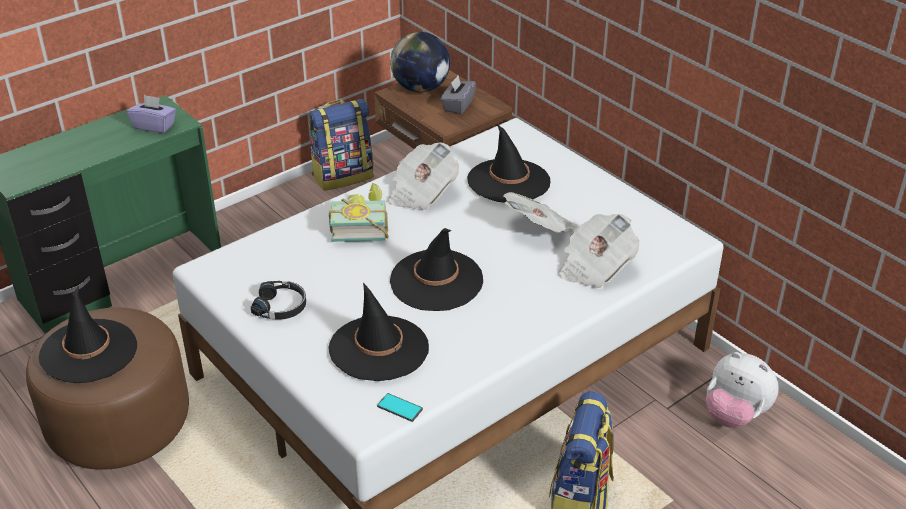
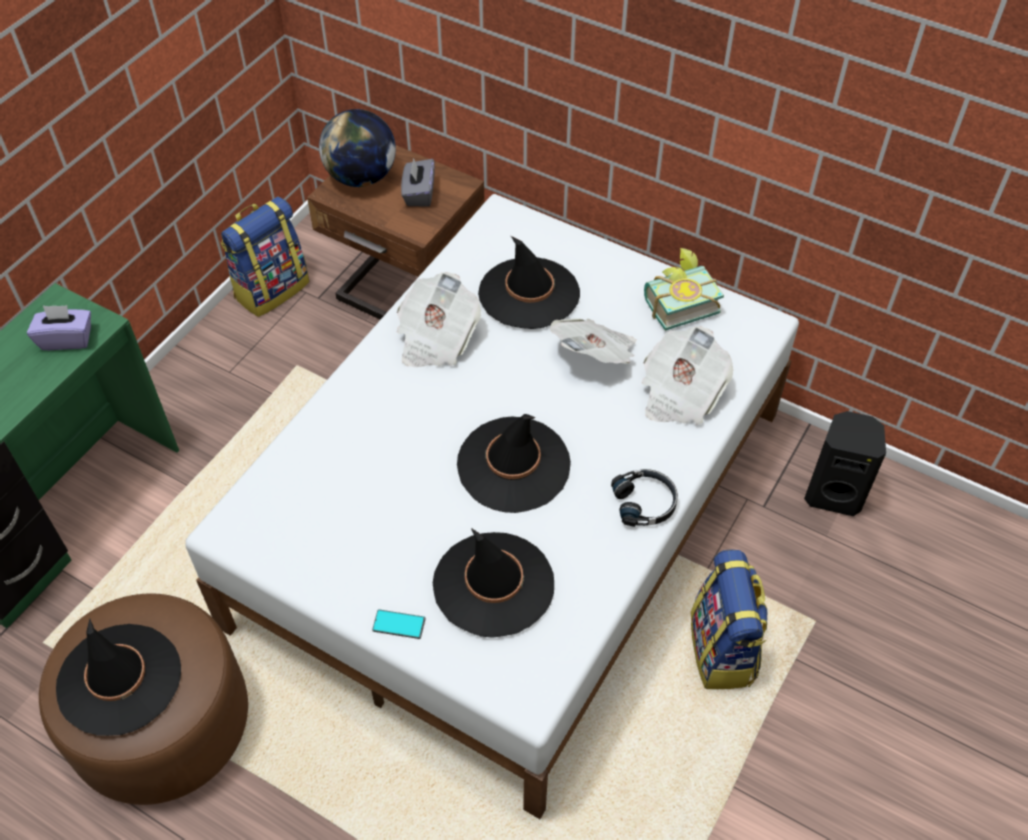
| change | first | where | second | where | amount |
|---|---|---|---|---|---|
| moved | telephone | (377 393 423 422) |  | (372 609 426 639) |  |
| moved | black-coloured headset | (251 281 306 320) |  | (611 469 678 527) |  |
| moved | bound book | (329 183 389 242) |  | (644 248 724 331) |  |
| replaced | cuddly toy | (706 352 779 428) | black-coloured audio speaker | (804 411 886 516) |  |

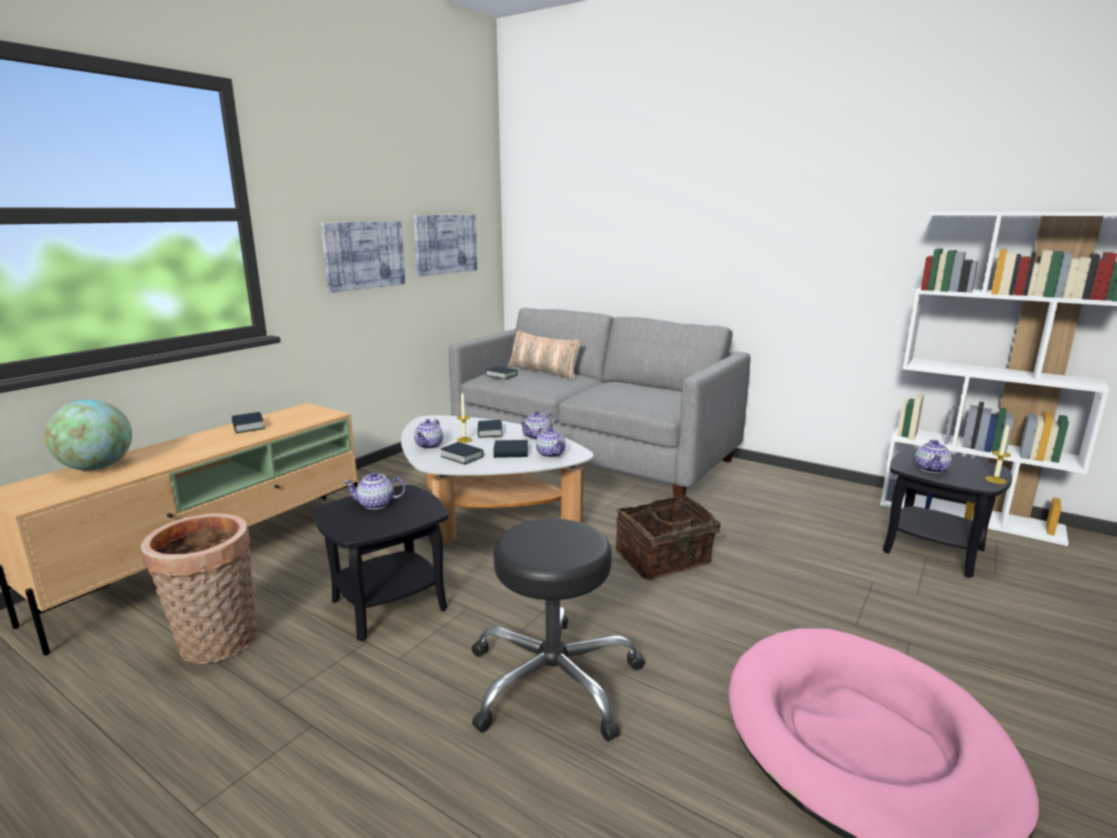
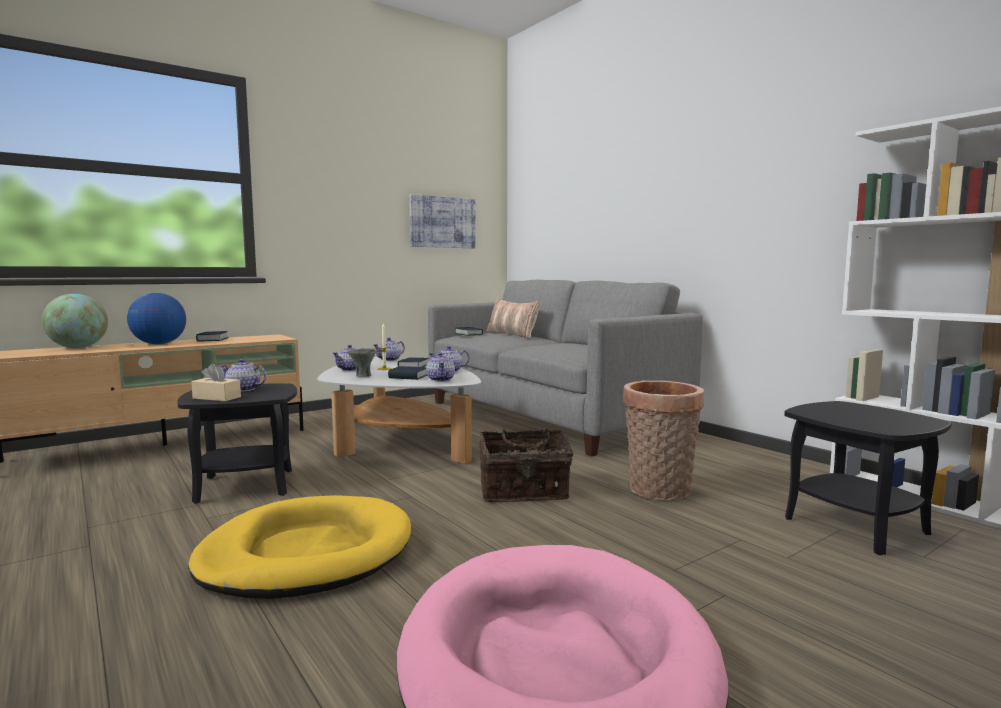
| change | first | where | second | where | amount |
|---|---|---|---|---|---|
| added |  |  | globe | (127 293 186 345) |  |
| replaced | black-coloured stool seat | (472 519 645 741) | yellow dog bed | (188 495 411 599) |  |
| added |  |  | beige-coloured tissue holder | (191 363 241 401) |  |
| replaced | bound book | (441 442 484 465) | greyish bowl | (348 348 376 377) |  |
| moved | teapot | (915 440 952 473) |  | (373 338 405 361) |  |
| moved | storage basket | (141 513 257 664) |  | (623 380 704 500) |  |
| removed | wall picture | (321 221 406 293) |  |  |  |
| removed | wax candle | (985 424 1011 484) |  |  |  |

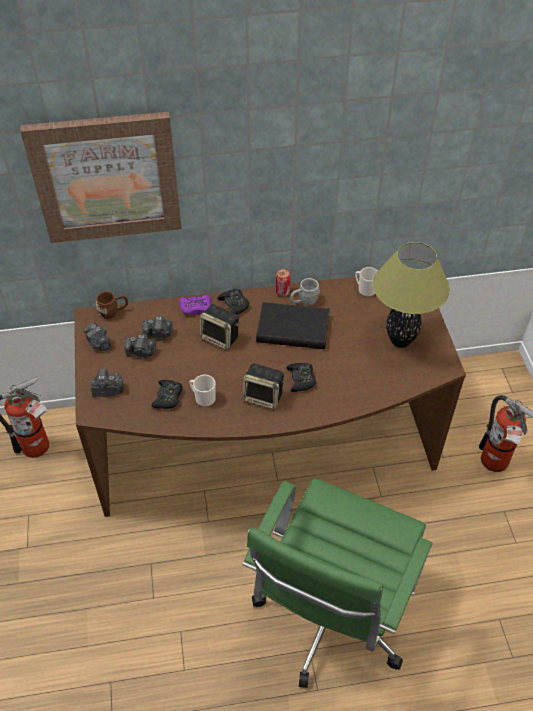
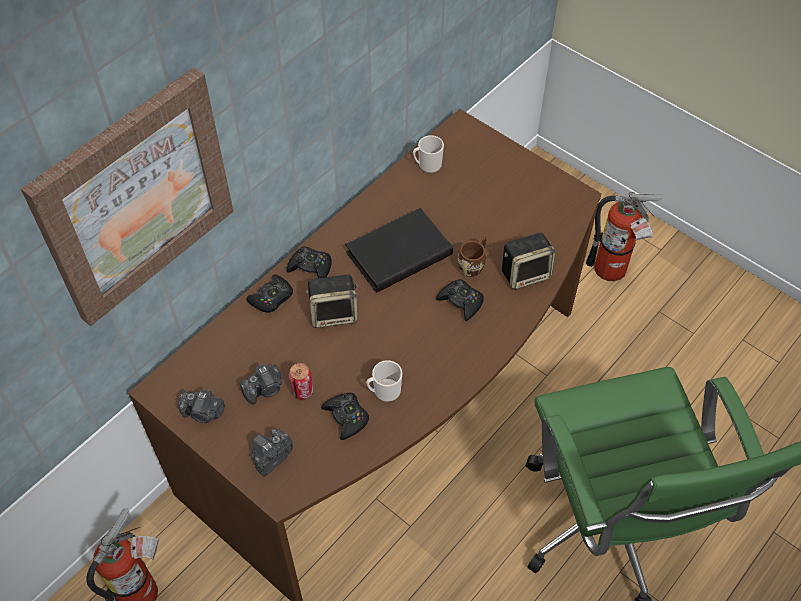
| change | first | where | second | where | amount |
|---|---|---|---|---|---|
| recoloured | purplish joypad | (179 295 211 315) | black-coloured joypad | (246 274 293 313) |  |
| moved | sealed can | (276 269 291 296) |  | (289 363 313 400) |  |
| moved | brown-coloured tea mug | (96 291 128 319) |  | (458 236 487 277) |  |
| moved | audio speaker | (242 364 285 409) |  | (502 233 555 289) |  |
| removed | photo camera | (142 316 173 340) |  |  |  |
| removed | greyish tea mug | (290 278 320 306) |  |  |  |
| removed | tabletop lamp | (373 242 450 348) |  |  |  |

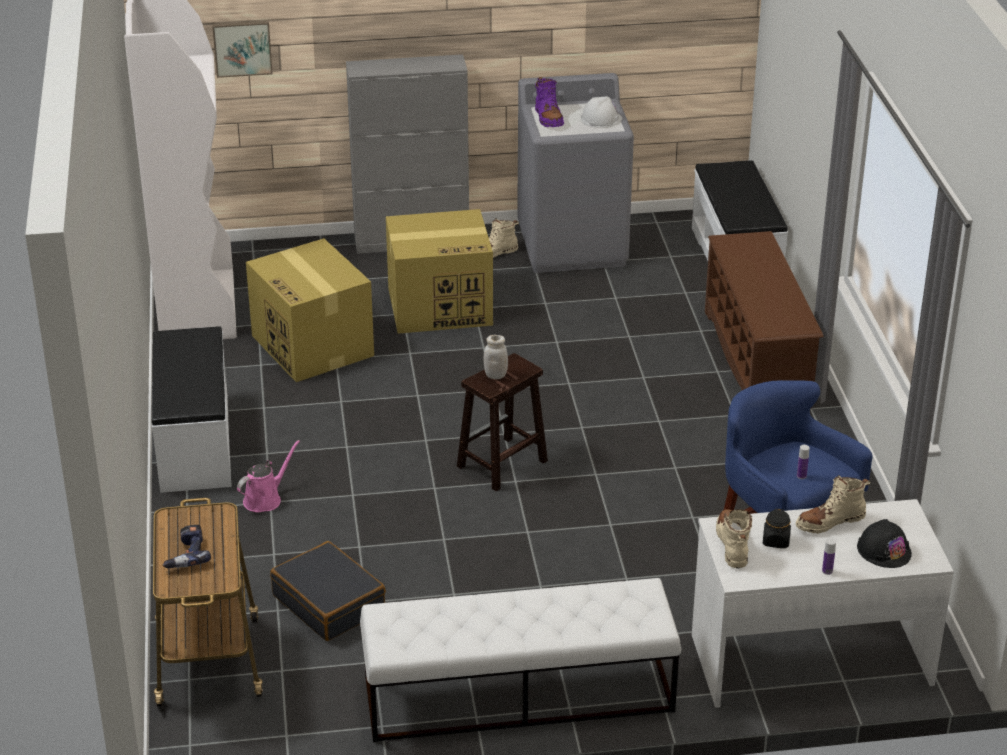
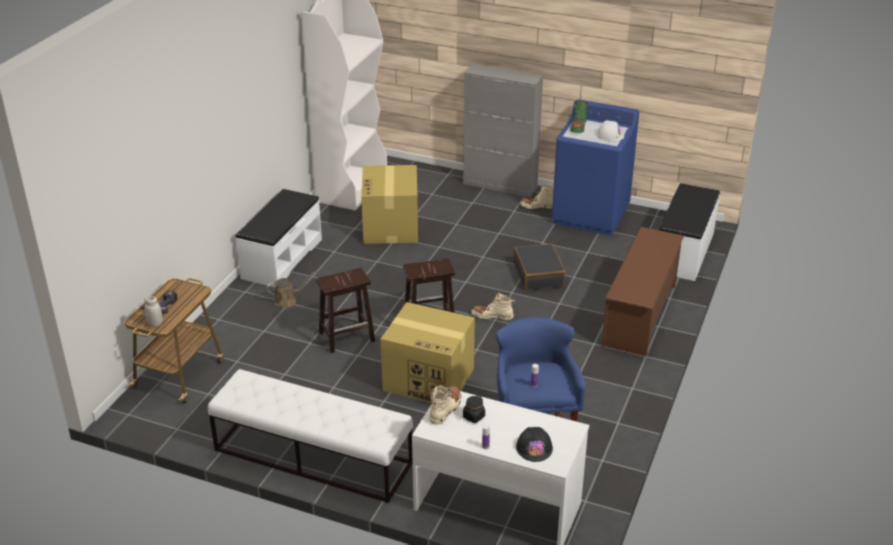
| change | first | where | second | where | amount |
|---|---|---|---|---|---|
| moved | white preserve jar | (484 335 508 379) |  | (144 296 162 327) |  |
| recoloured | pink-coloured watering can | (237 440 300 513) | brown-coloured watering can | (266 272 315 308) |  |
| added |  |  | brown-coloured stool seat | (316 267 375 353) |  |
| moved | carton | (386 209 493 334) |  | (380 302 475 403) |  |
| moved | beige-coloured boot | (796 475 871 534) |  | (471 292 515 320) |  |
| moved | black-coloured travel case | (270 541 386 641) |  | (514 244 566 290) |  |
| recoloured | greyish laundry appliance | (517 73 634 273) | blue-coloured laundry appliance | (552 99 639 236) |  |
| recoloured | purplish boot | (535 77 564 127) | green boot | (570 100 588 133) |  |
| removed | wall picture | (212 21 273 78) |  |  |  |

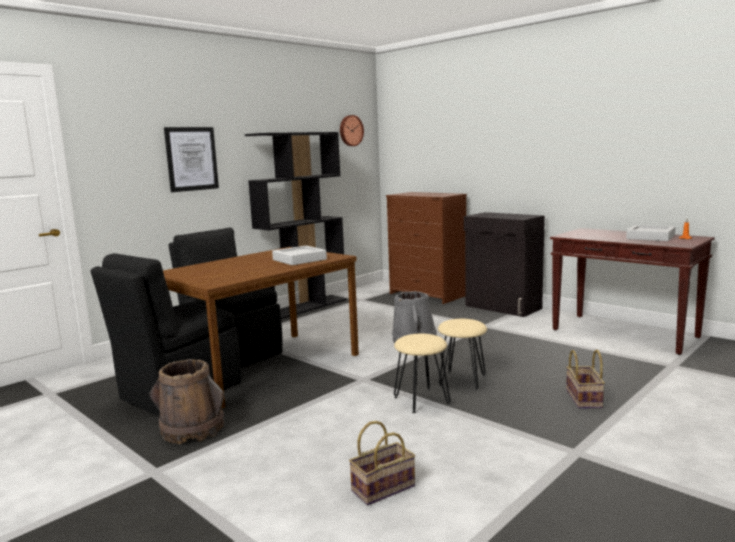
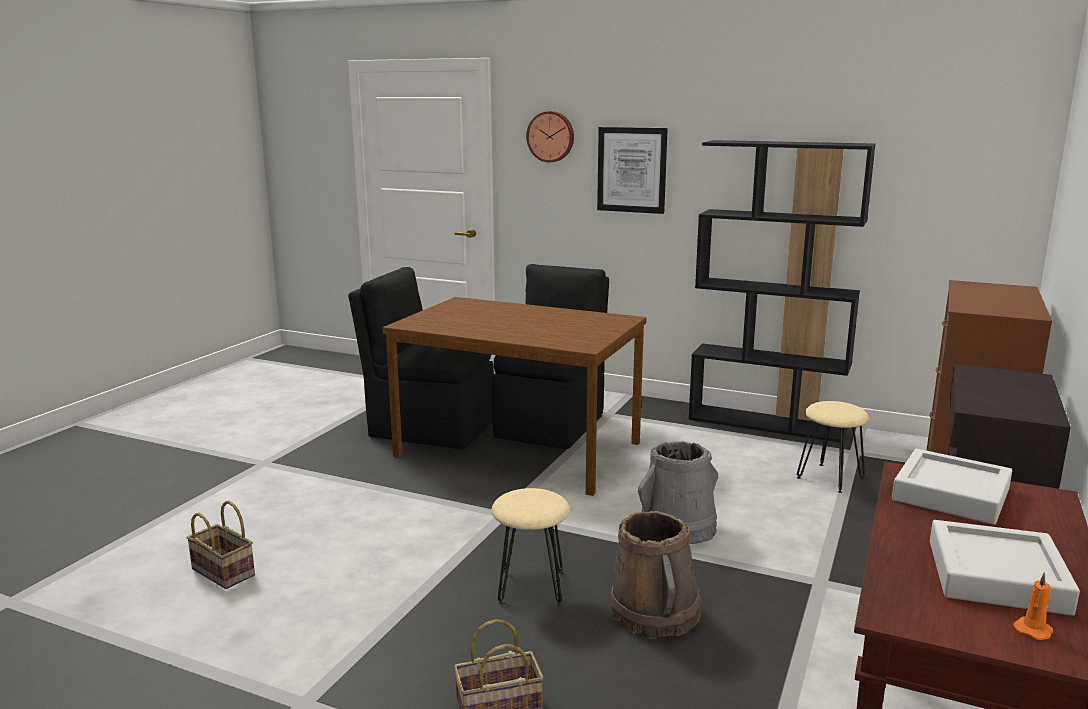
| change | first | where | second | where | amount |
|---|---|---|---|---|---|
| moved | hanging clock | (340 115 364 146) |  | (526 111 574 162) |  |
| moved | brown-coloured bucket | (149 359 224 444) |  | (610 511 702 639) |  |
| moved | beige-coloured stool seat | (394 334 451 413) |  | (797 401 869 493) |  |
| moved | greyish serving tray | (272 246 327 265) |  | (892 449 1012 525) |  |

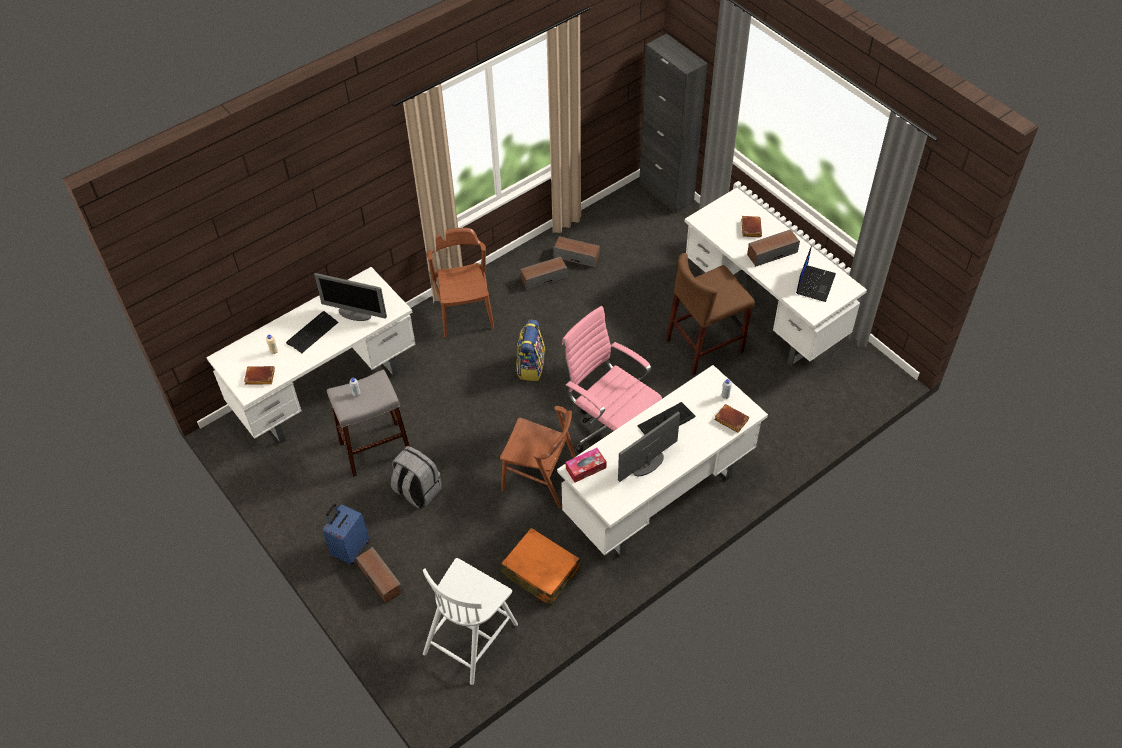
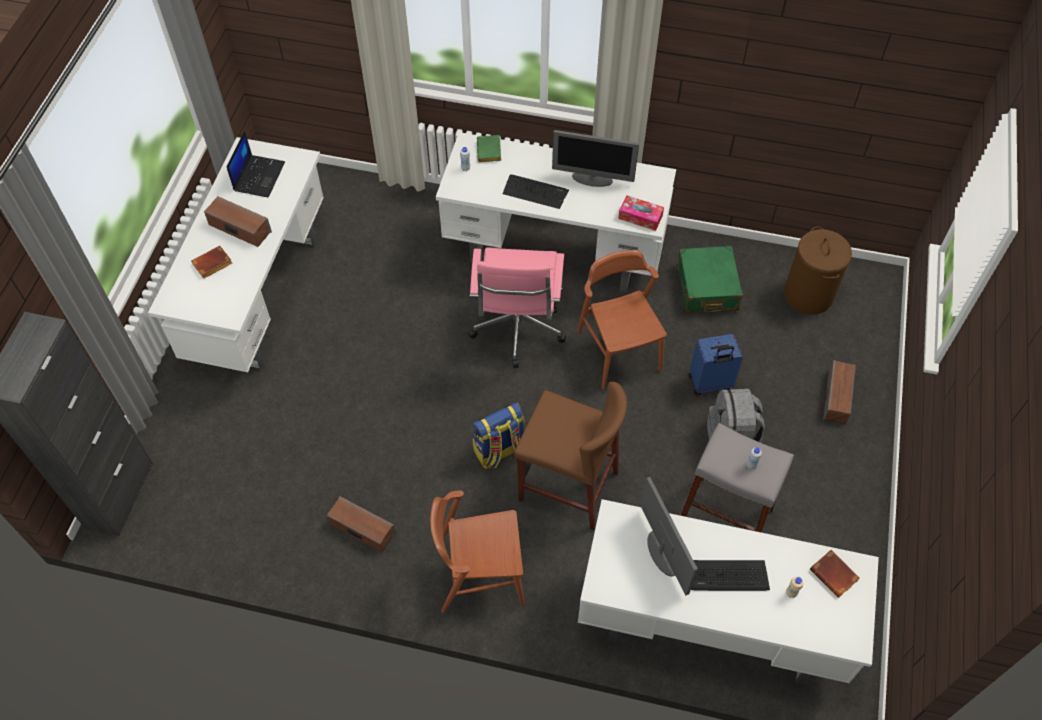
| change | first | where | second | where | amount |
|---|---|---|---|---|---|
| turned | notebook computer | (796 246 836 302) |  | (226 131 285 198) | 120 degrees clockwise |
| turned | brown-coloured plain chair | (427 228 494 338) |  | (430 491 524 613) | 45 degrees clockwise |
| recoloured | brown-coloured bound book | (714 404 749 433) | green bound book | (477 135 501 162) |  |
| moved | brown-coloured stool seat | (666 253 755 375) |  | (514 382 627 530) |  |
| recoloured | orange-coloured travel case | (501 528 580 606) | green travel case | (677 246 743 314) |  |
| moved | blue-coloured travel case | (323 504 369 565) |  | (689 334 743 395) |  |
| replaced | white plain chair | (423 558 518 685) | brown-coloured washing basket | (784 226 852 314) |  |
| removed | audio speaker | (553 236 600 267) |  |  |  |

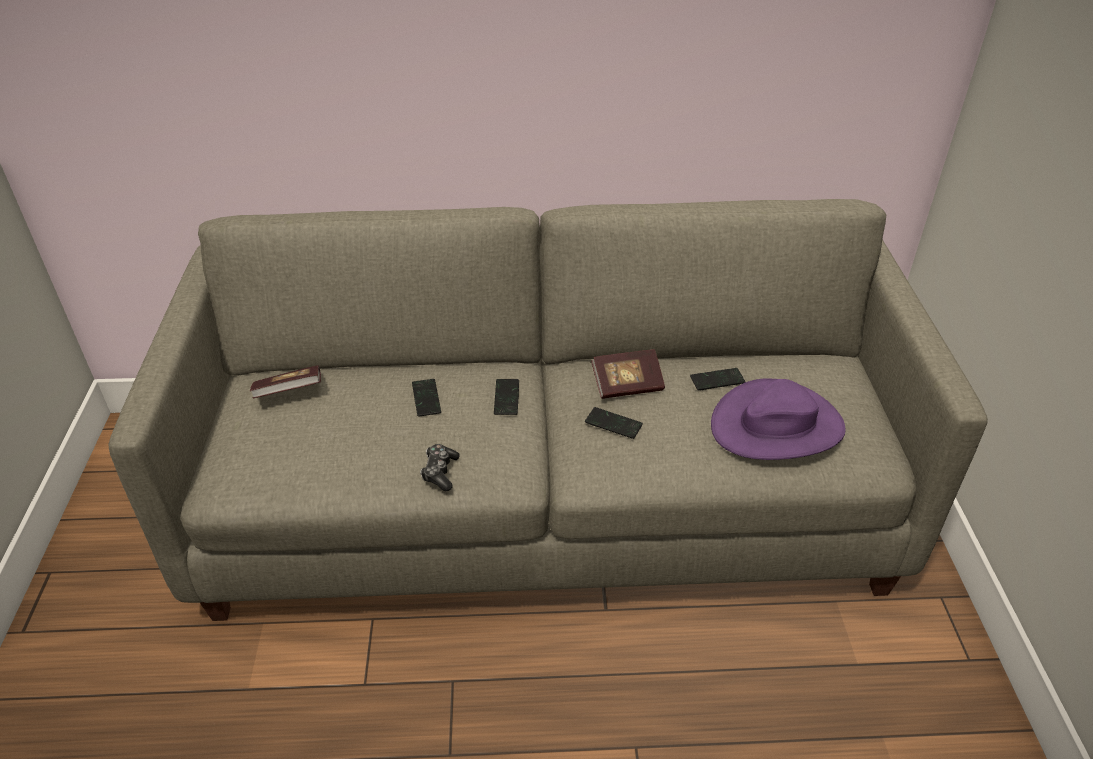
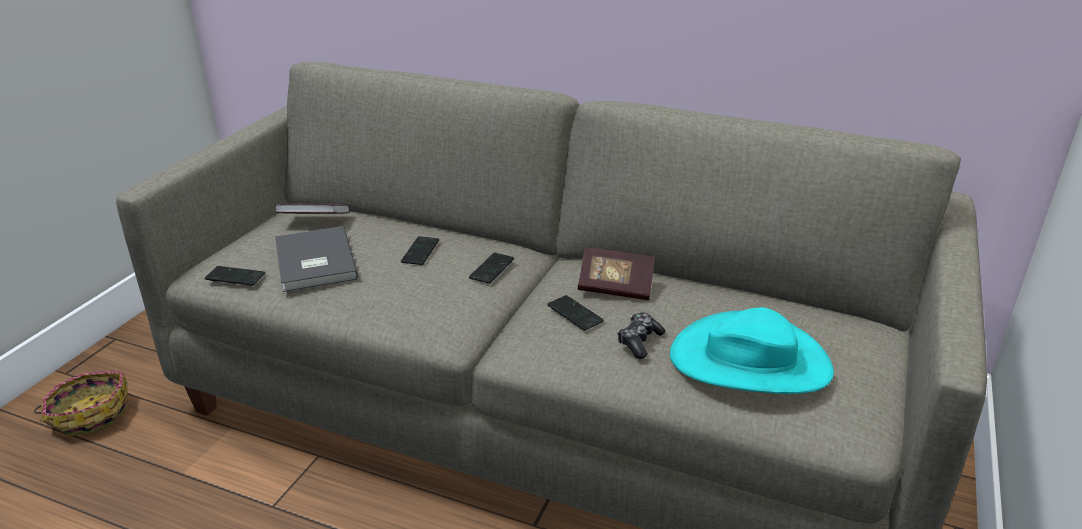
| change | first | where | second | where | amount |
|---|---|---|---|---|---|
| added |  |  | storage basket | (34 371 128 436) |  |
| moved | telephone | (690 368 745 390) |  | (205 266 265 286) |  |
| added |  |  | greyish bound book | (275 226 358 292) |  |
| moved | joypad | (420 444 460 491) |  | (617 312 666 359) |  |
| recoloured | purplish wearable hat | (711 378 846 460) | turquoise-coloured wearable hat | (670 307 834 394) |  |

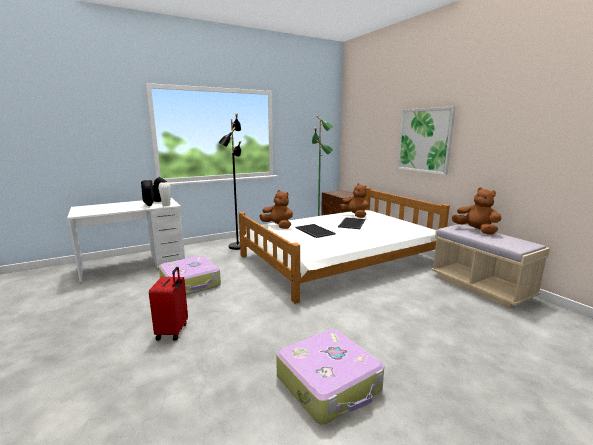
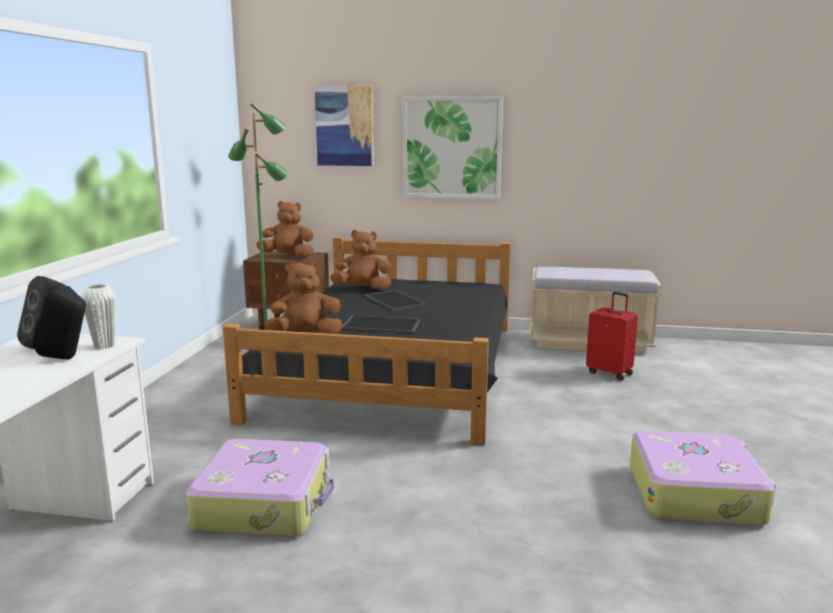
| change | first | where | second | where | amount |
|---|---|---|---|---|---|
| recoloured | white bedroom bed | (239 187 450 304) | black-coloured bedroom bed | (223 237 511 445) |  |
| moved | brown-coloured cuddly toy | (452 187 501 234) |  | (256 201 314 257) |  |
| added |  |  | wall picture | (315 85 374 166) |  |
| moved | reddish travel case | (149 267 188 341) |  | (586 292 638 381) |  |
| removed | black-coloured standing lamp | (219 113 242 250) |  |  |  |

